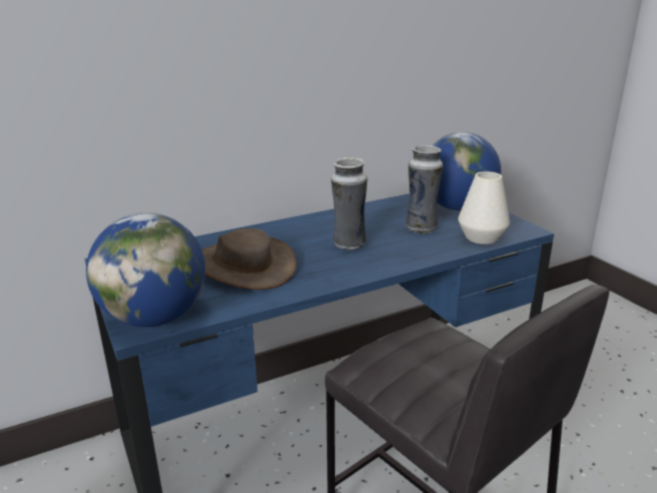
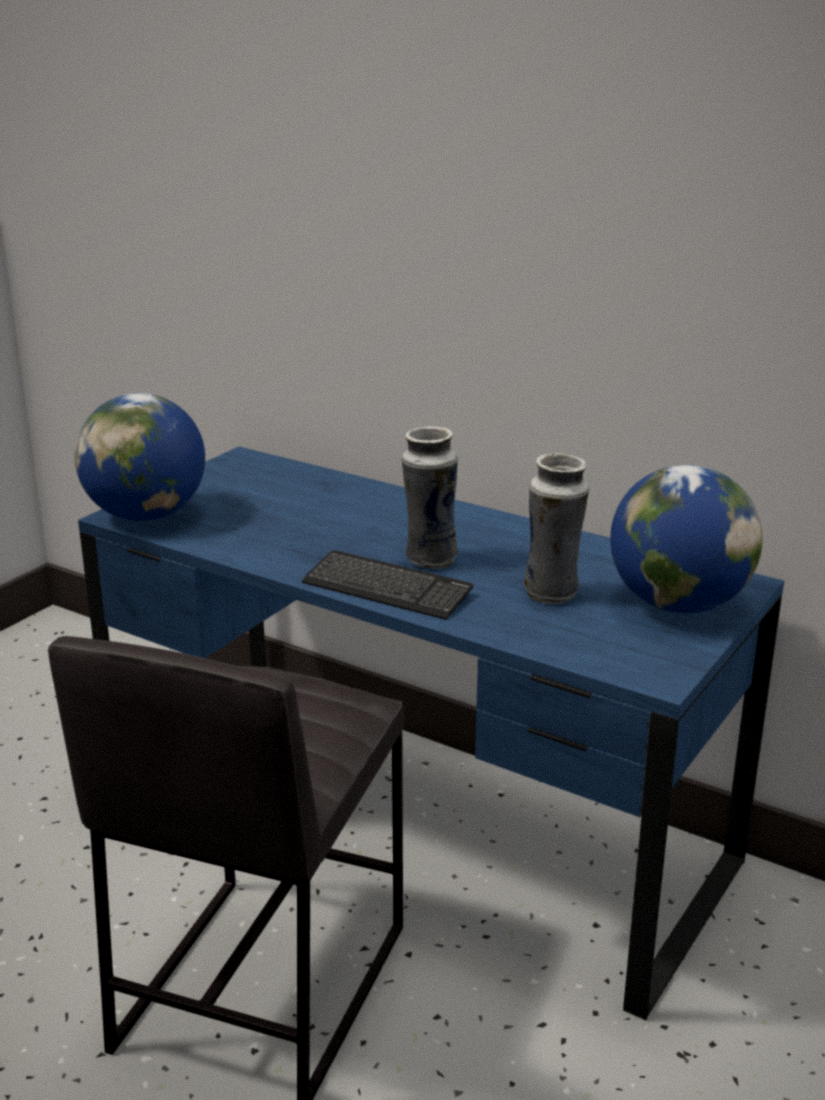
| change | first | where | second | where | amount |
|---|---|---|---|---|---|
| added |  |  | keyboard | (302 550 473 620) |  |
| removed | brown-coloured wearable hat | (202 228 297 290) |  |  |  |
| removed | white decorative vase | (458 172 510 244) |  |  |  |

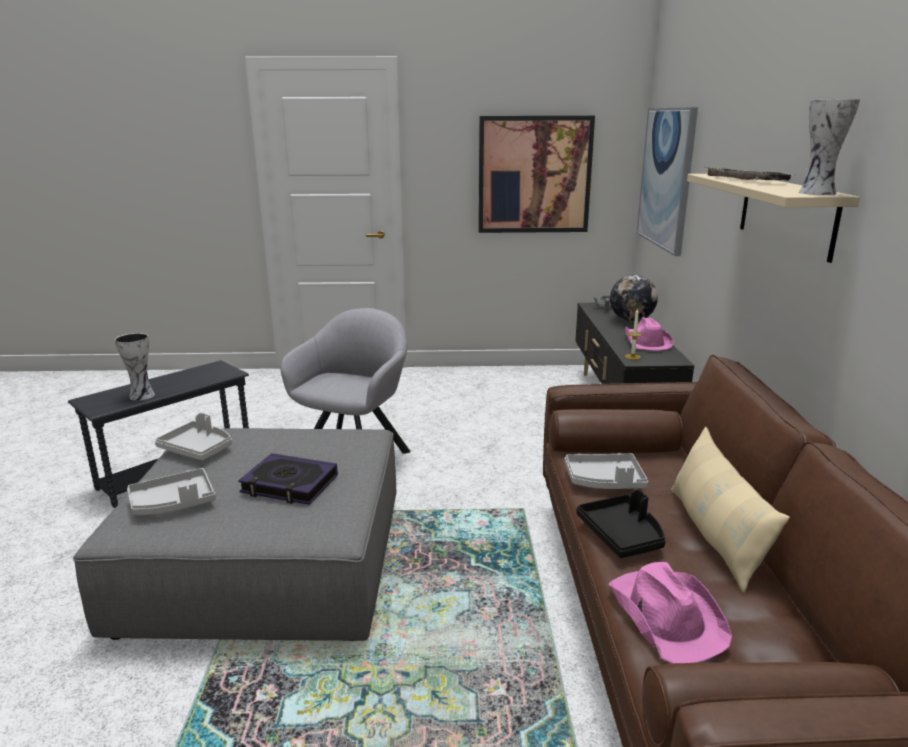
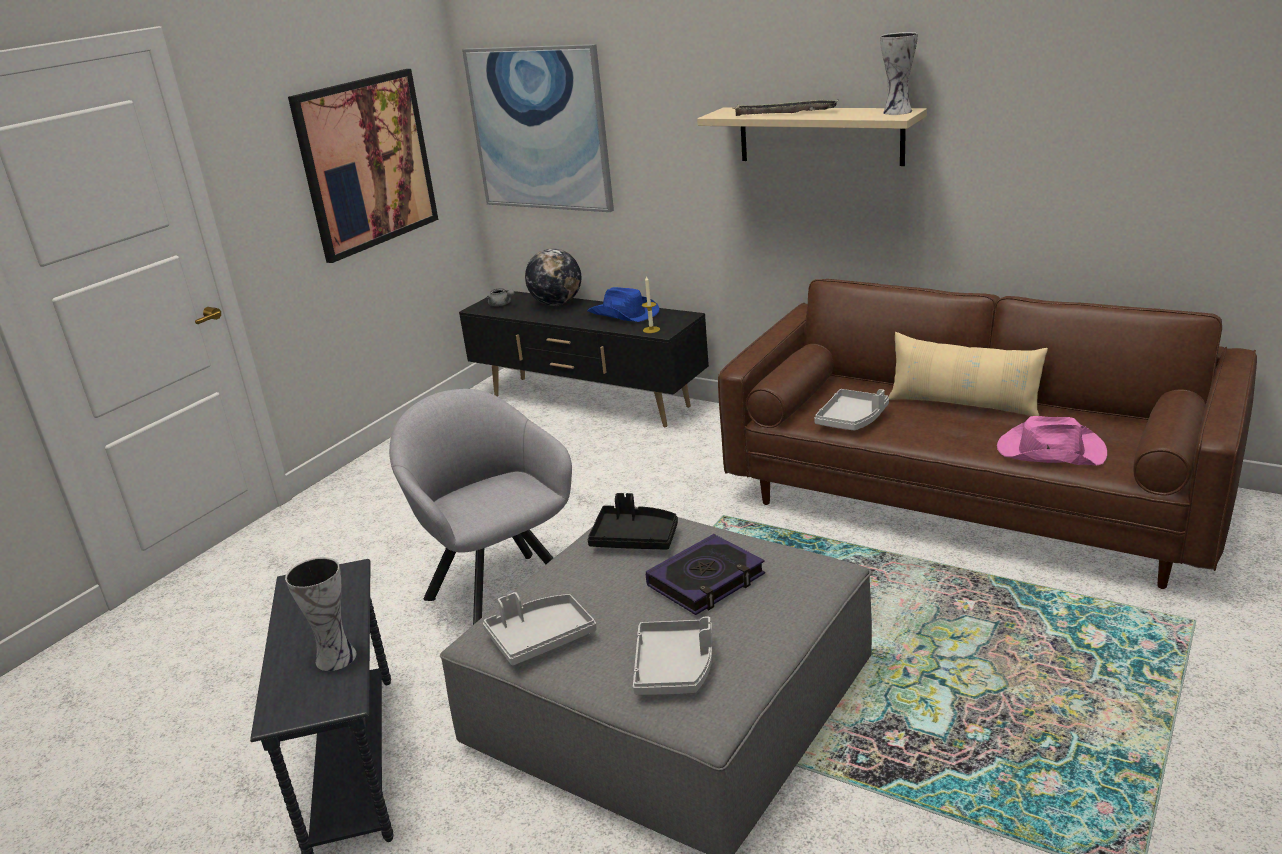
| change | first | where | second | where | amount |
|---|---|---|---|---|---|
| recoloured | pink-coloured wearable hat | (625 317 674 350) | blue-coloured wearable hat | (587 287 660 322) |  |
| moved | black-coloured serving tray | (576 489 666 558) |  | (587 493 678 549) |  |

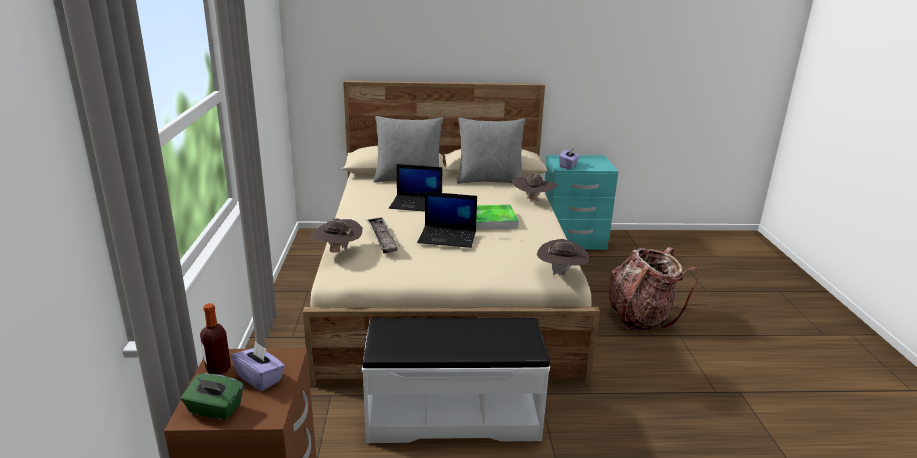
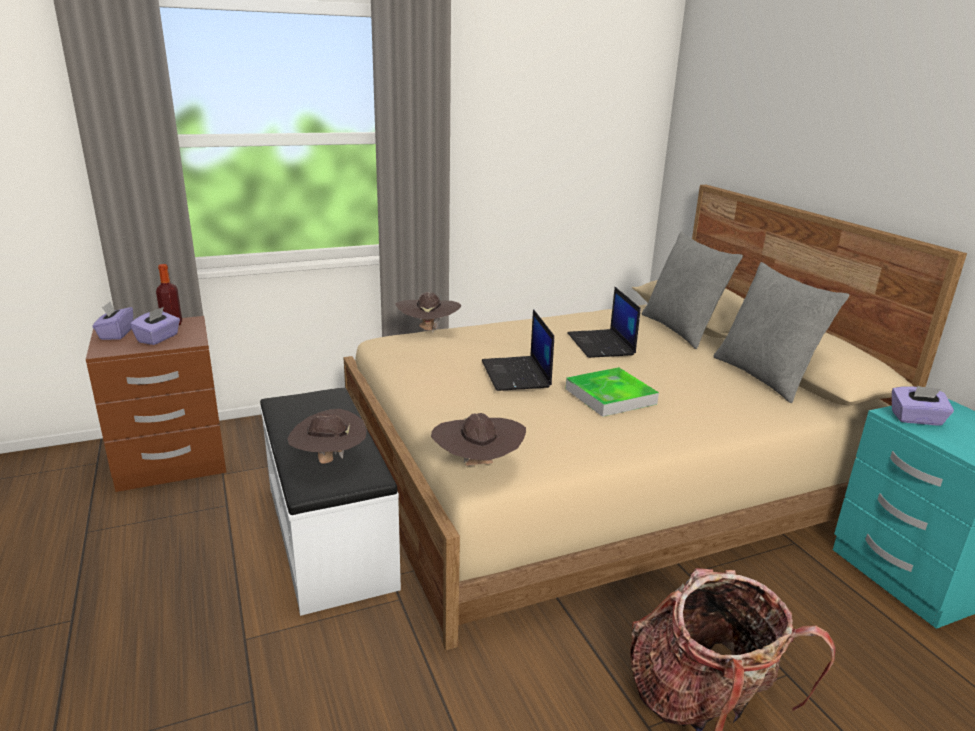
| change | first | where | second | where | amount |
|---|---|---|---|---|---|
| recoloured | green tissue holder | (181 373 243 420) | purplish tissue holder | (93 302 133 340) |  |
| moved | brown-coloured wearable hat | (513 174 558 201) |  | (288 409 367 464) |  |
| removed | serving tray | (366 217 400 253) |  |  |  |

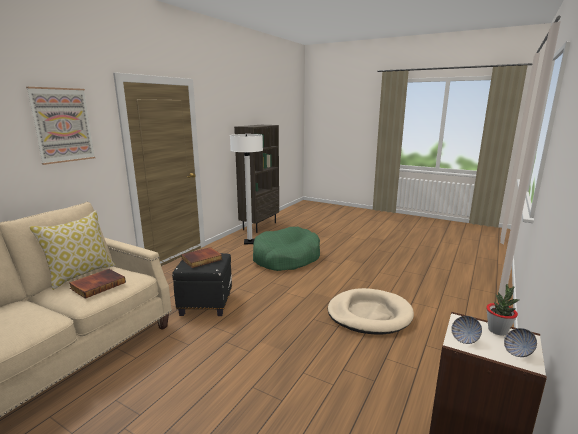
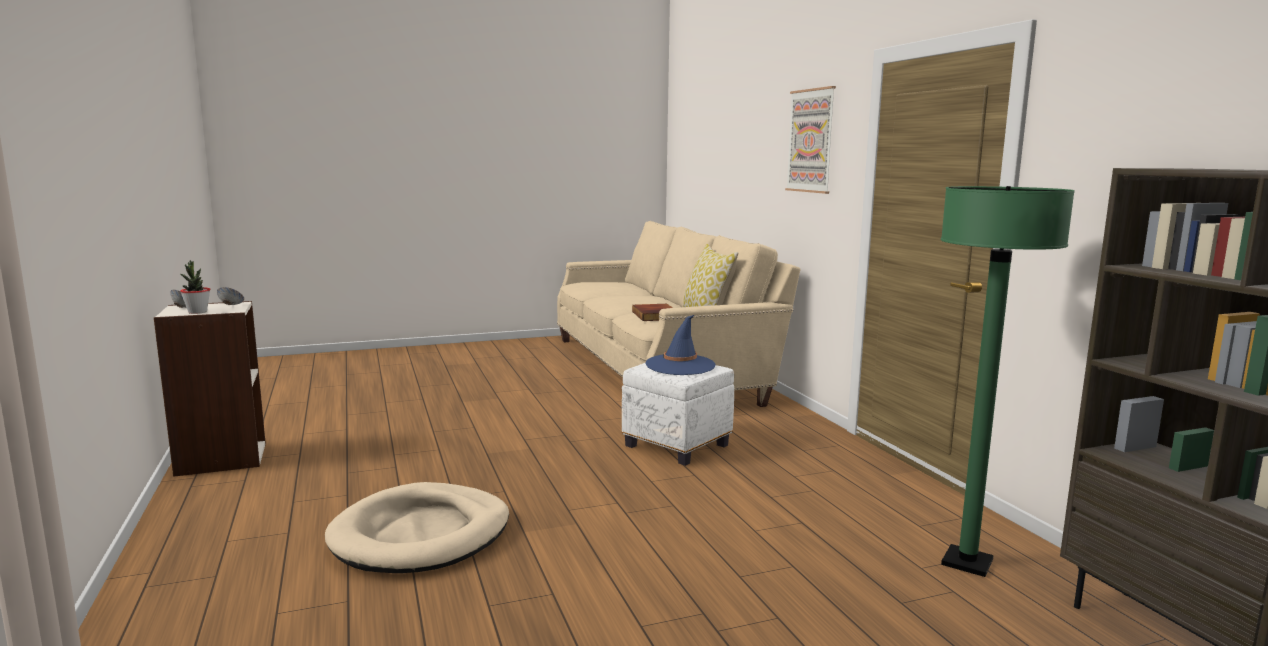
| change | first | where | second | where | amount |
|---|---|---|---|---|---|
| recoloured | black-coloured ottoman | (172 253 232 316) | white ottoman | (622 363 734 466) |  |
| replaced | bound book | (181 247 222 268) | blue-coloured wearable hat | (645 315 716 375) |  |
| recoloured | white standing lamp | (230 134 263 244) | green standing lamp | (941 186 1075 577) |  |
| removed | green dog bed | (253 227 320 271) |  |  |  |

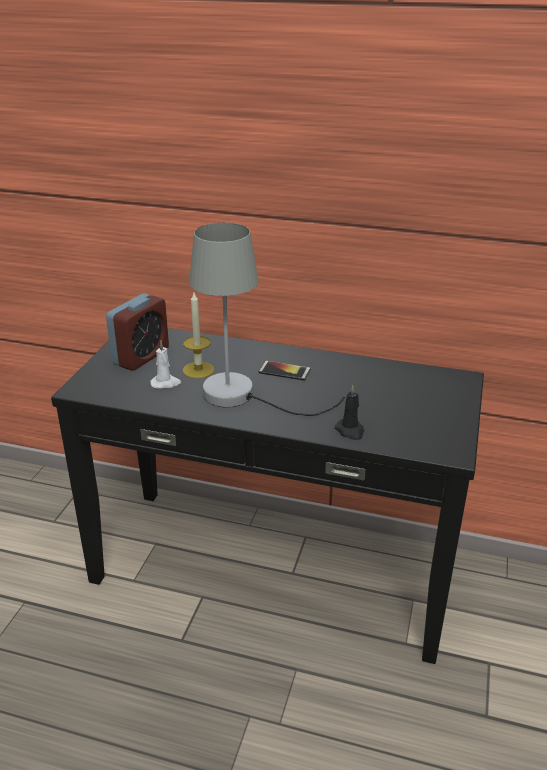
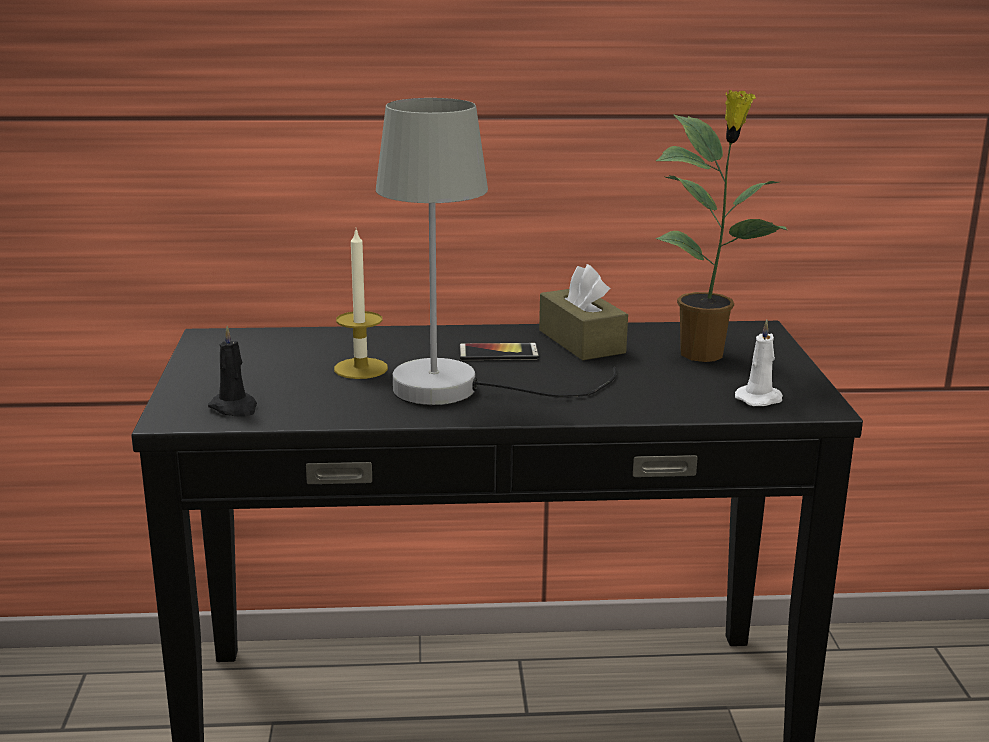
| change | first | where | second | where | amount |
|---|---|---|---|---|---|
| moved | black-coloured wax candle | (335 385 364 440) |  | (208 326 257 417) |  |
| added |  |  | brown-coloured tissue holder | (539 264 628 360) |  |
| added |  |  | potted plant | (655 90 787 362) |  |
| moved | white wax candle | (150 341 181 389) |  | (735 320 783 406) |  |
| removed | table clock | (106 293 169 371) |  |  |  |

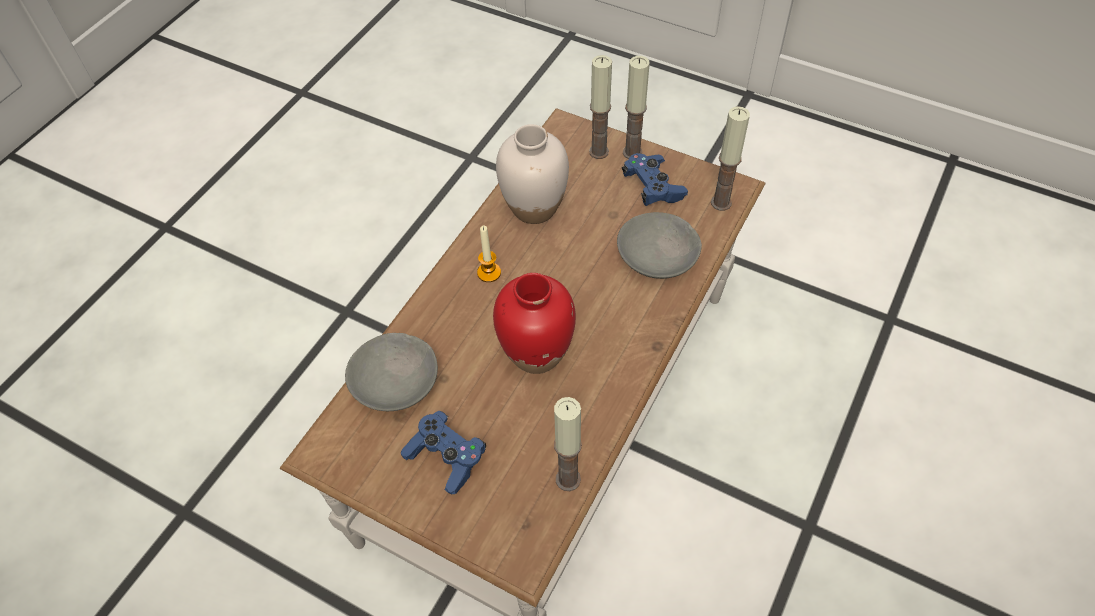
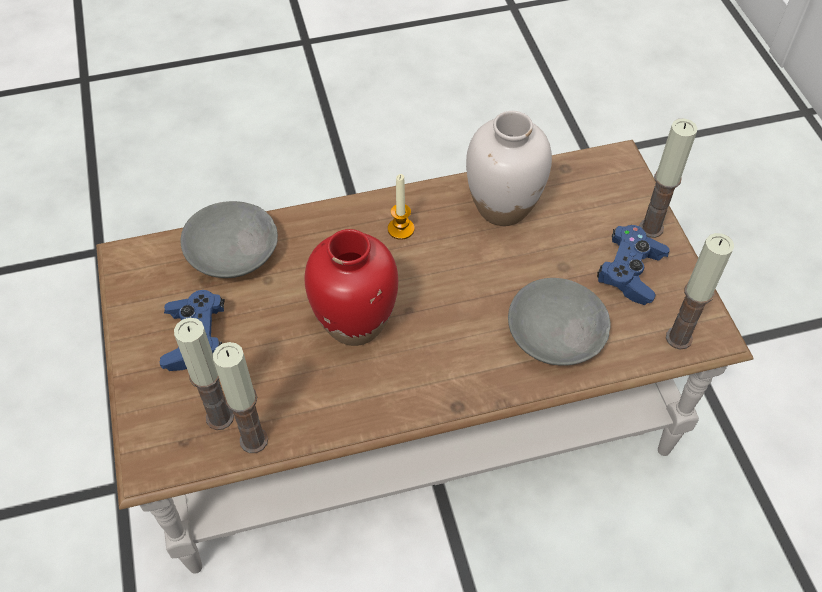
| change | first | where | second | where | amount |
|---|---|---|---|---|---|
| moved | wax candle | (589 55 612 159) |  | (174 318 234 430) |  |

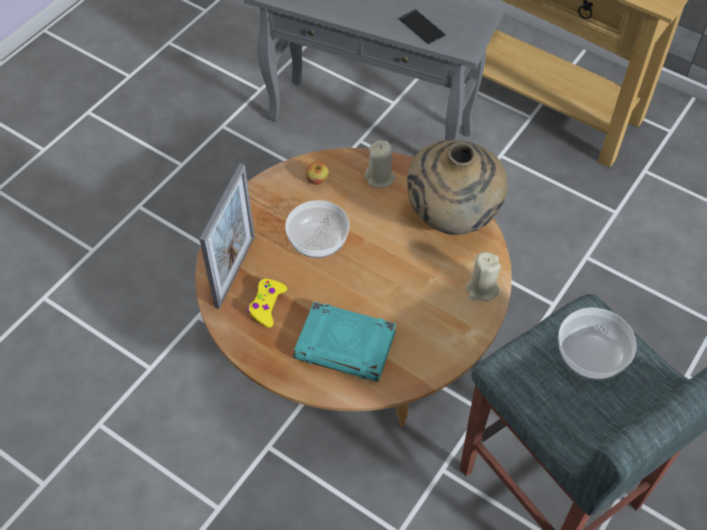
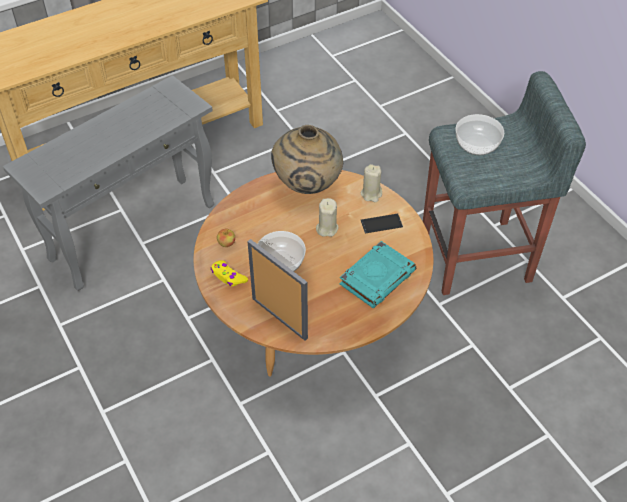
| change | first | where | second | where | amount |
|---|---|---|---|---|---|
| moved | yellow joypad | (247 279 287 328) |  | (211 260 248 286) |  |
| moved | beige-coloured wax candle | (365 140 395 188) |  | (316 198 338 237) |  |
| moved | telephone | (399 9 446 44) |  | (361 214 403 233) |  |

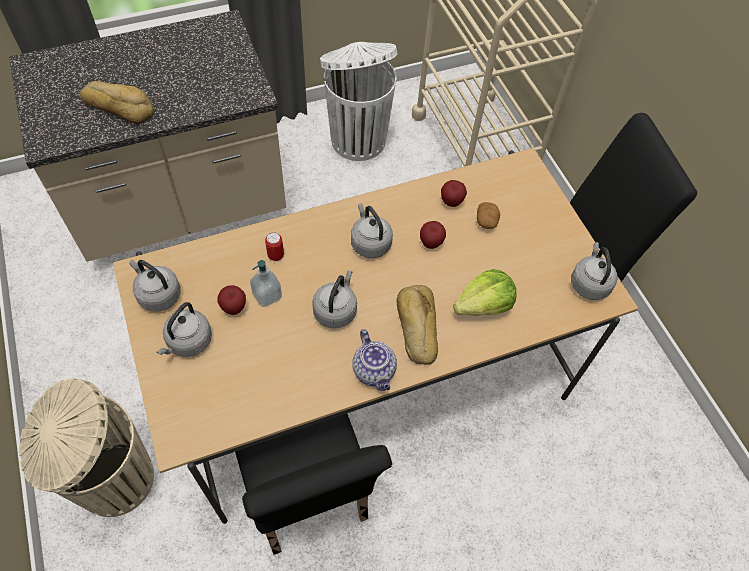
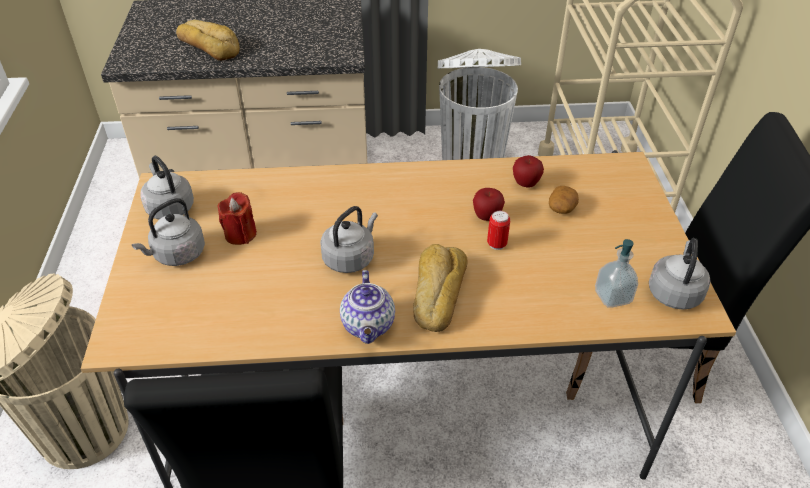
| change | first | where | second | where | amount |
|---|---|---|---|---|---|
| replaced | whole apple | (217 285 246 315) | reddish wax candle | (218 192 257 245) |  |
| moved | sealed can | (265 232 284 261) |  | (487 211 510 250) |  |
| moved | soap bottle | (250 260 282 307) |  | (595 239 638 308) |  |
| removed | greyish kettle | (351 203 393 258) |  |  |  |
| removed | lettuce head | (453 269 517 316) |  |  |  |

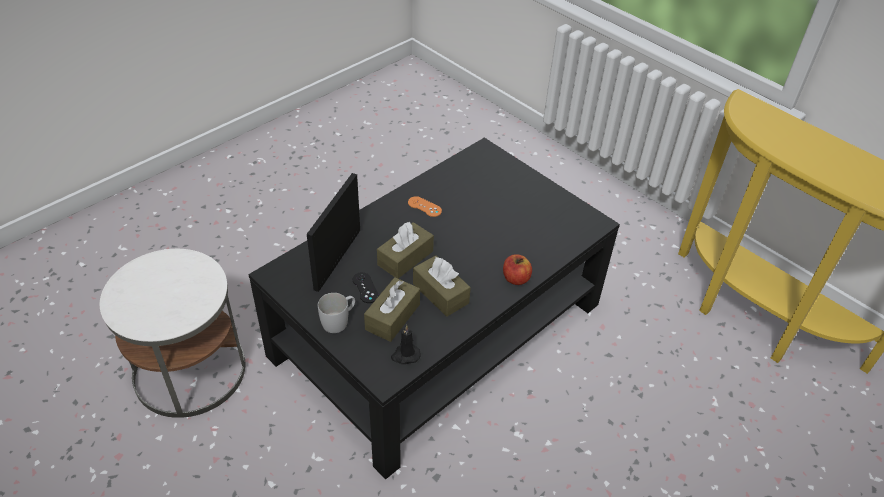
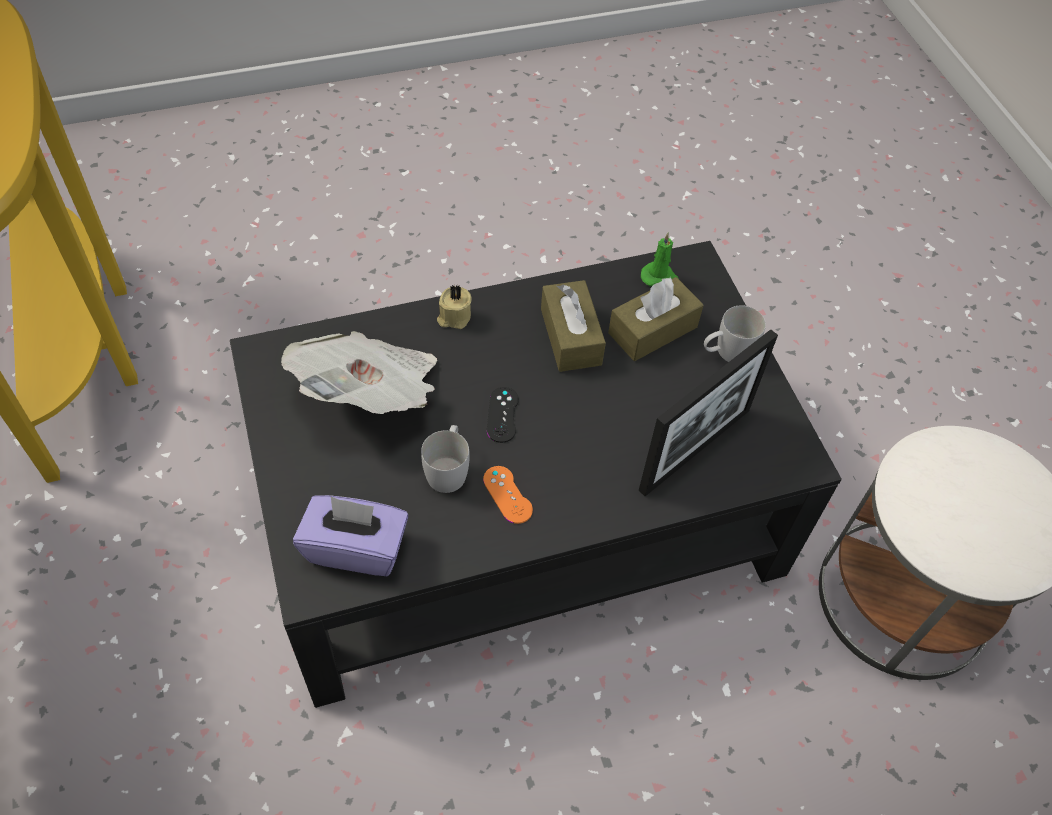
| change | first | where | second | where | amount |
|---|---|---|---|---|---|
| added |  |  | newspaper | (281 331 437 414) |  |
| added |  |  | purplish tissue holder | (293 495 409 576) |  |
| added |  |  | white tea mug | (421 425 470 493) |  |
| replaced | whole apple | (503 254 532 285) | beige-coloured wax candle | (437 285 472 329) |  |
| moved | black-coloured joypad | (352 272 379 303) |  | (487 387 519 443) |  |
| recoloured | black-coloured wax candle | (391 325 420 364) | green wax candle | (641 233 679 286) |  |
| removed | brown-coloured tissue holder | (377 222 434 279) |  |  |  |

